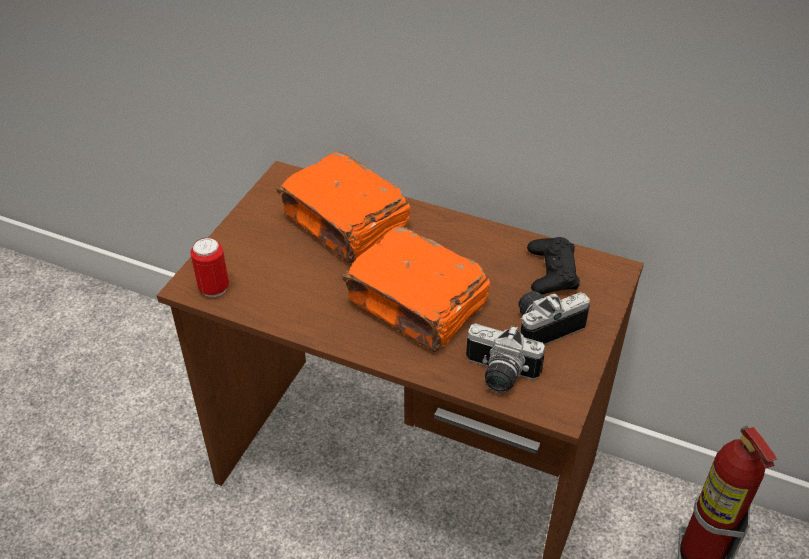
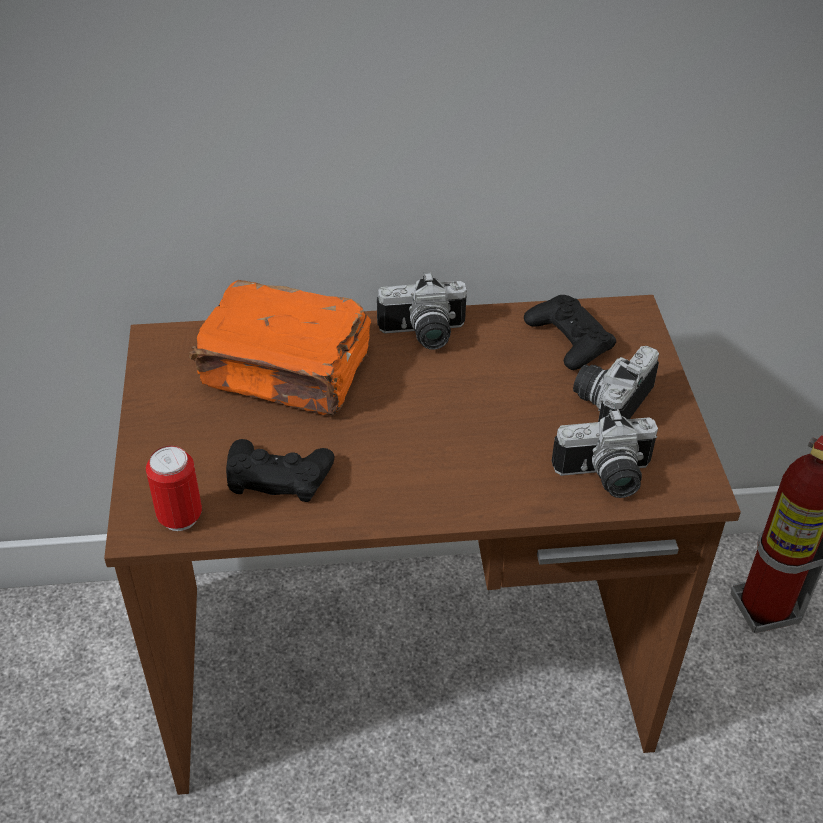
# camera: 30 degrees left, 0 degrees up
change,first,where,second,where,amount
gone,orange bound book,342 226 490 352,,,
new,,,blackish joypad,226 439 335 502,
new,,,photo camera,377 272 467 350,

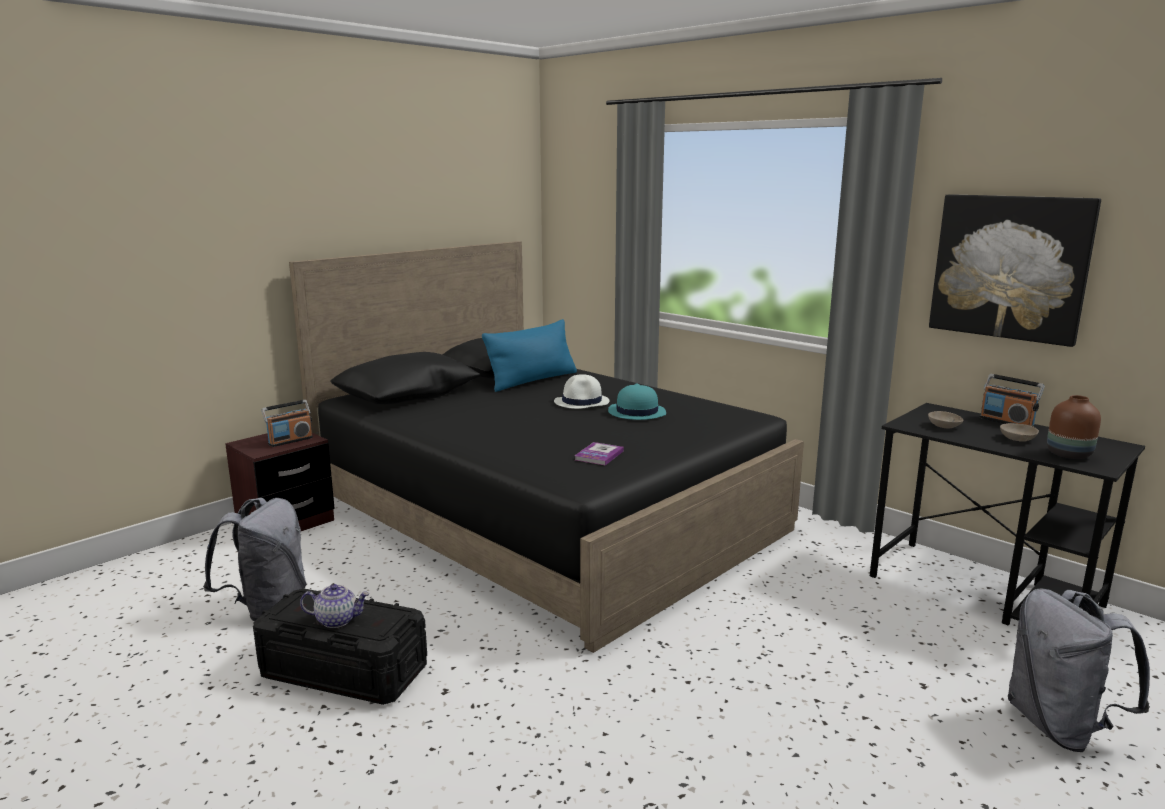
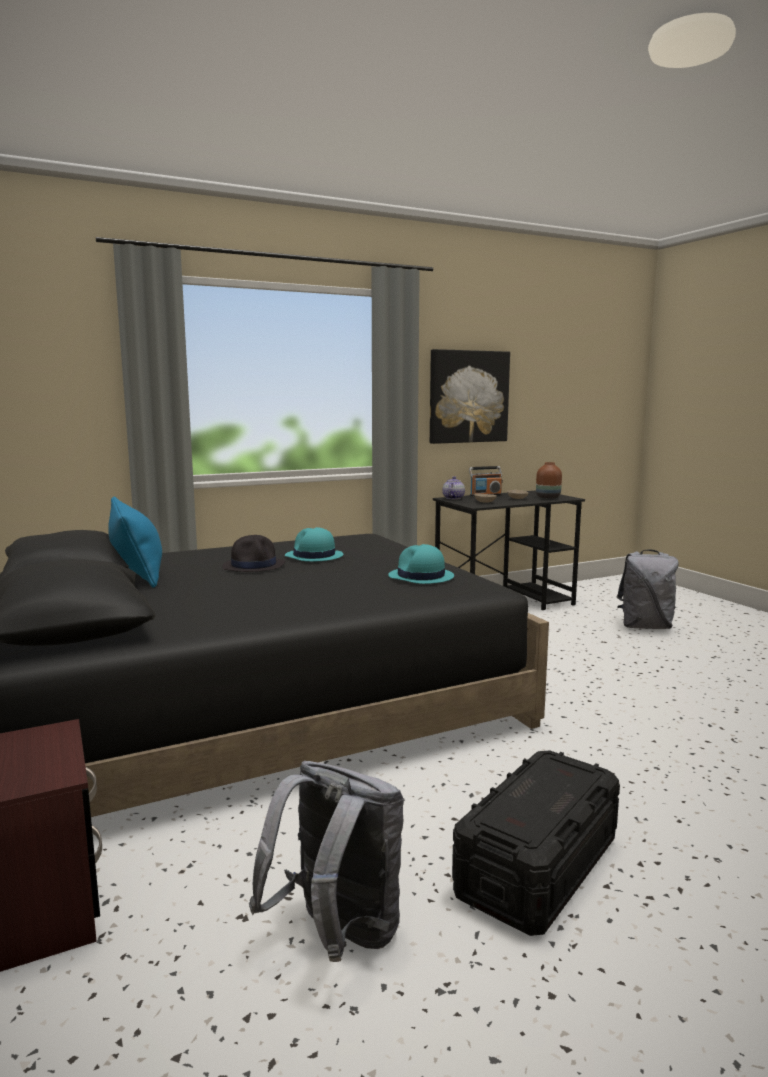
# camera: 70 degrees left, 5 degrees down
change,first,where,second,where,amount
gone,radio,262 400 313 447,,,
shifted,pot for tea,300 584 370 628,,442 476 465 499,
repainted,white hat,554 374 610 409,blackish hat,222 535 285 572,
swapped,bound book,575 442 624 465,turquoise hat,388 544 454 584,

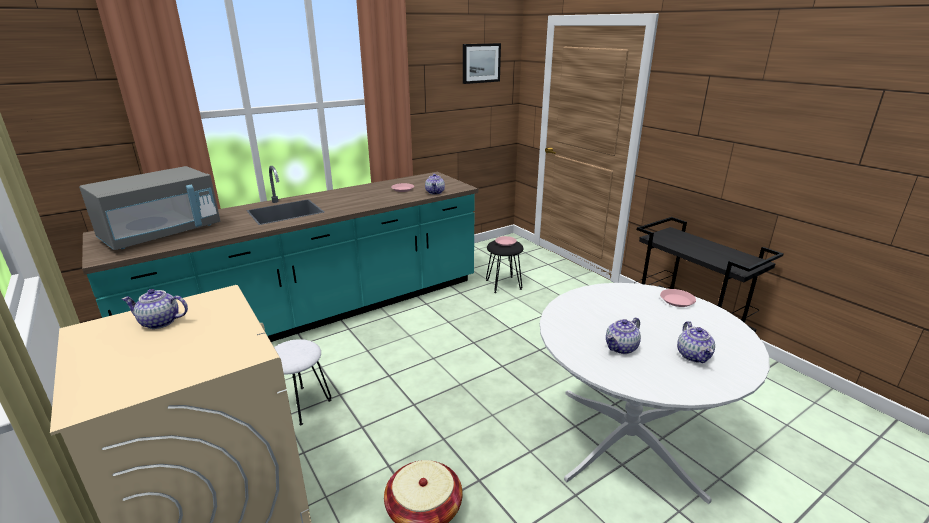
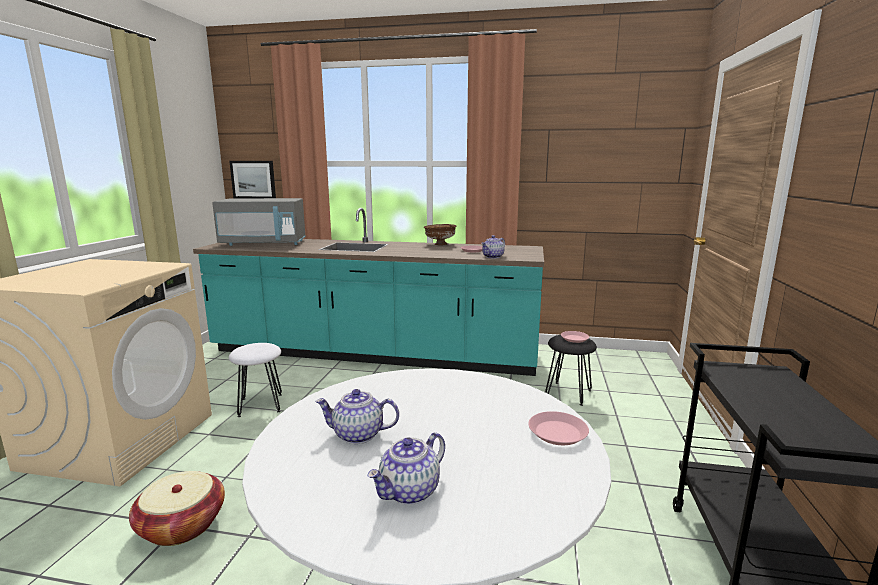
# camera: 45 degrees right, 10 degrees down
change,first,where,second,where,amount
gone,pot for tea,122 289 188 329,,,
shifted,wall art,463 43 501 84,,229 161 276 199,
new,,,brownish bowl,424 224 456 245,

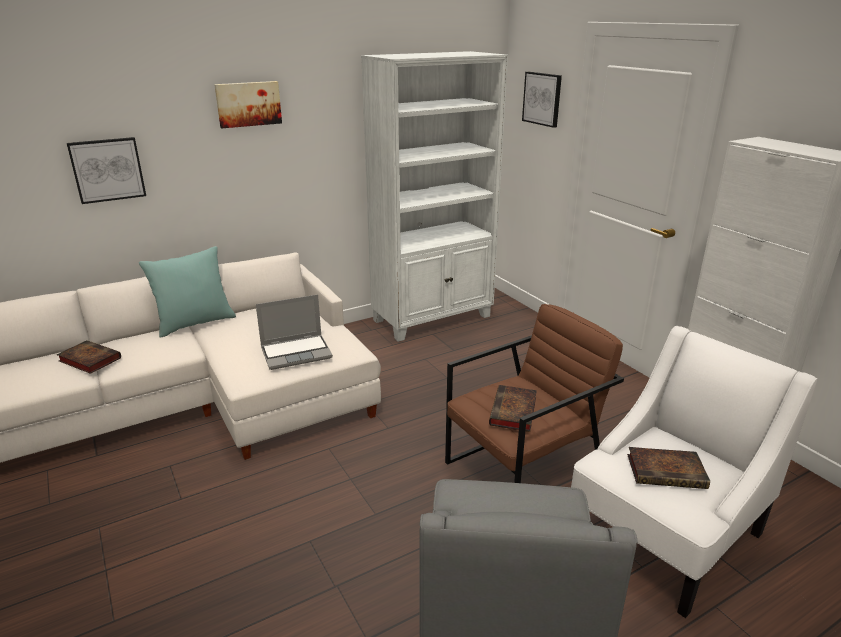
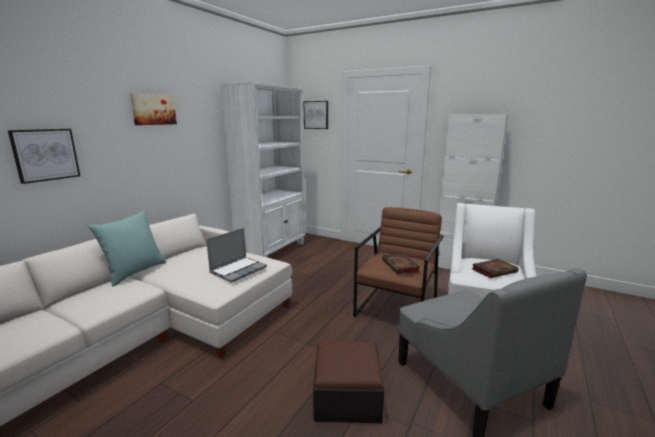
# camera: 30 degrees left, 10 degrees down
change,first,where,second,where,amount
gone,bound book,56 340 121 374,,,
new,,,ottoman,313 341 384 423,

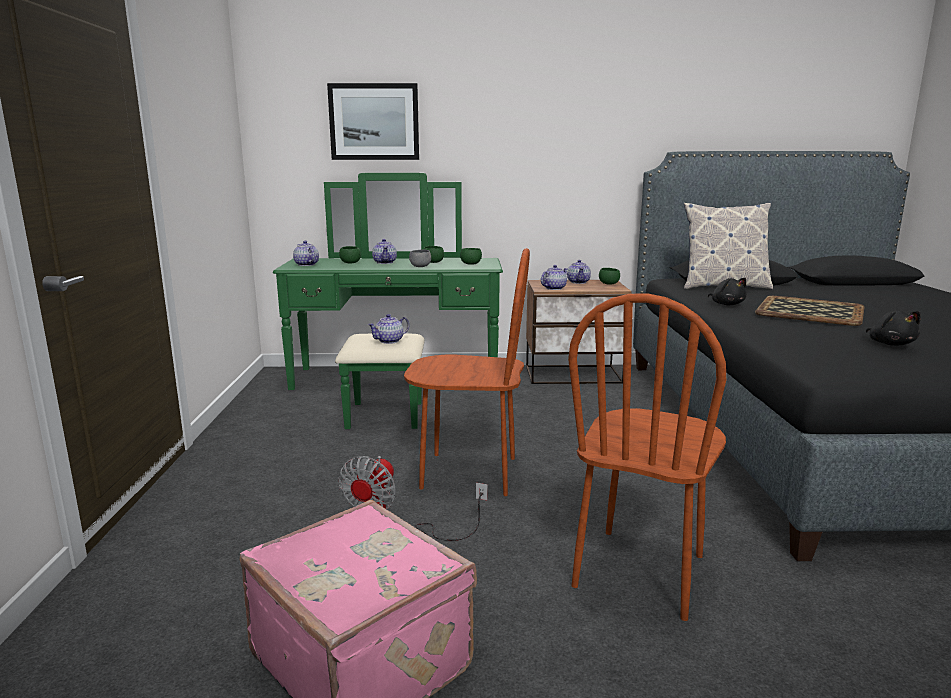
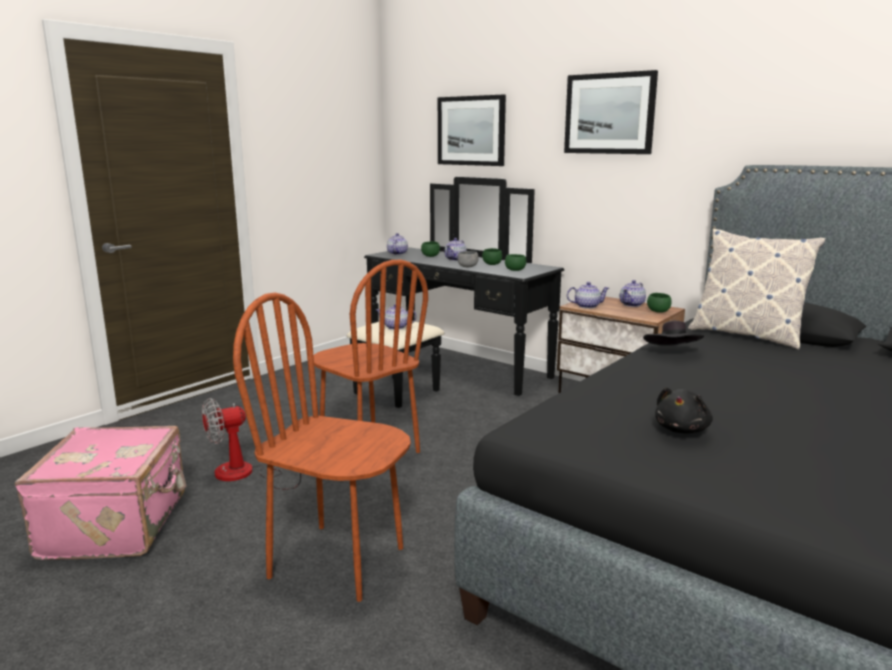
# camera: 40 degrees right, 0 degrees up
change,first,where,second,where,amount
repainted,greenish dresser,273 173 503 429,blackish dresser,347 177 564 408,
rotated,brownish chair,568 293 726 621,,233 292 411 602,45 degrees clockwise
swapped,blackish plush toy,708 278 747 305,blackish hat,643 320 704 346,
gone,tray,755 296 865 326,,,
new,,,wall art,564 70 658 154,

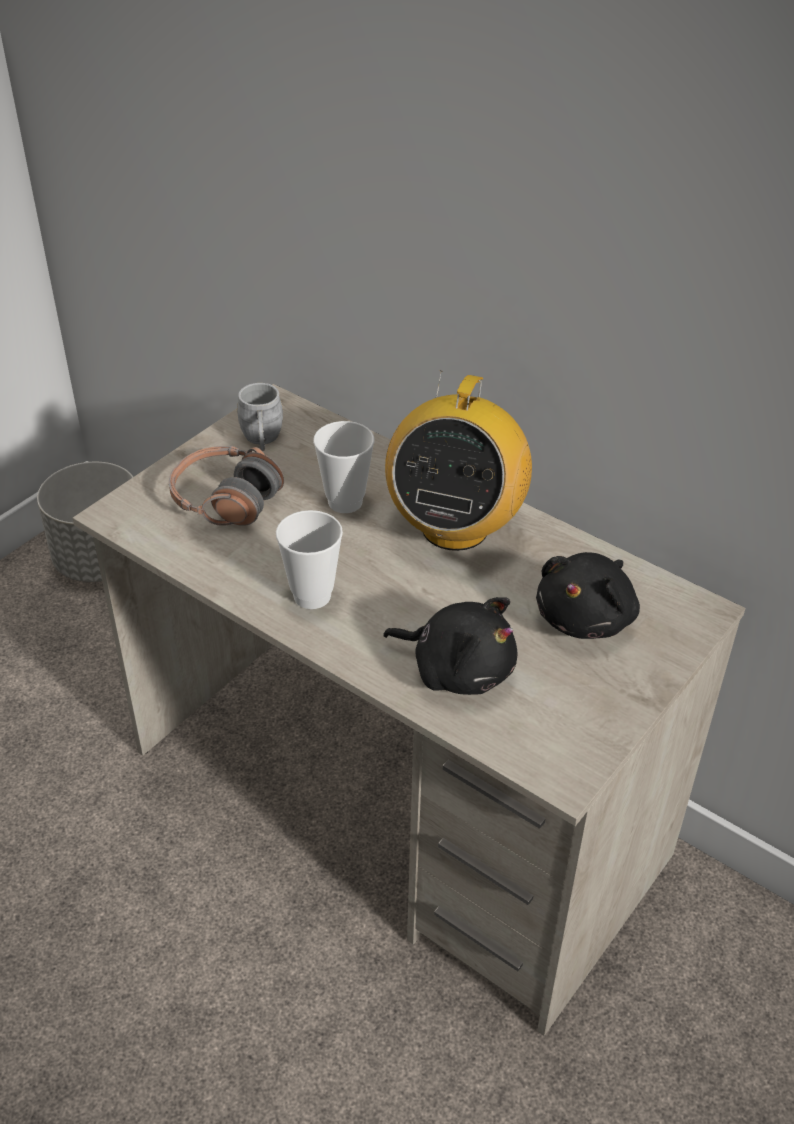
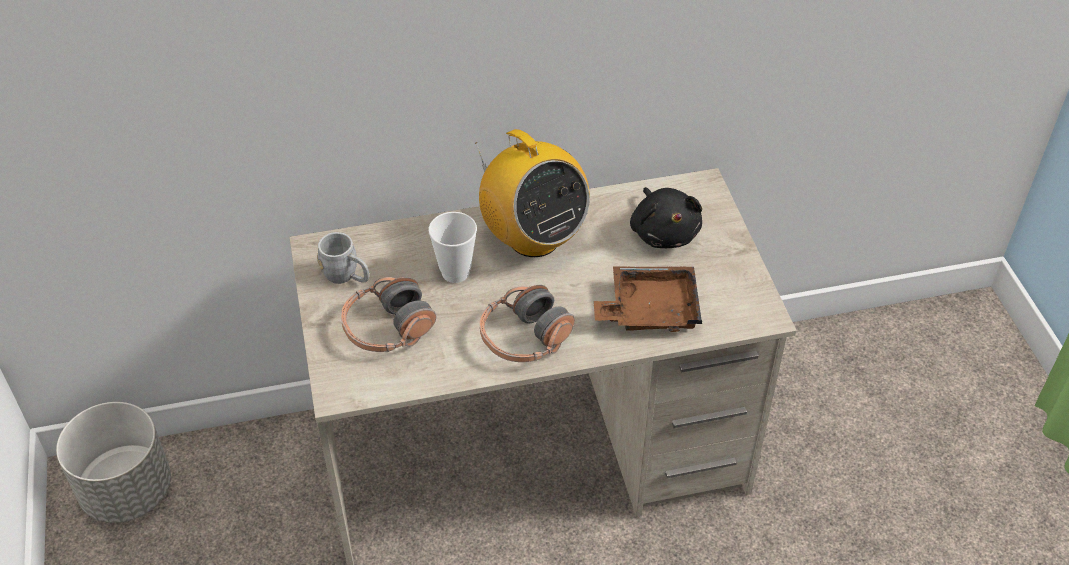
# camera: 50 degrees left, 5 degrees up
change,first,where,second,where,amount
swapped,drinking cup,276 510 343 609,headset,480 285 575 362,
swapped,blackish plush toy,383 597 517 695,brownish tray,594 266 702 332,

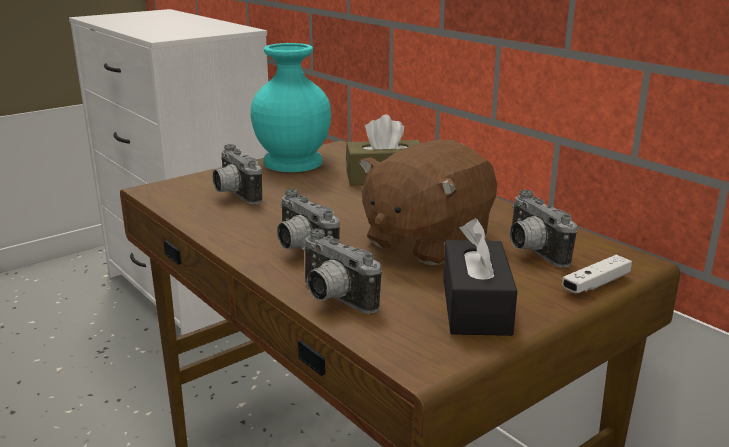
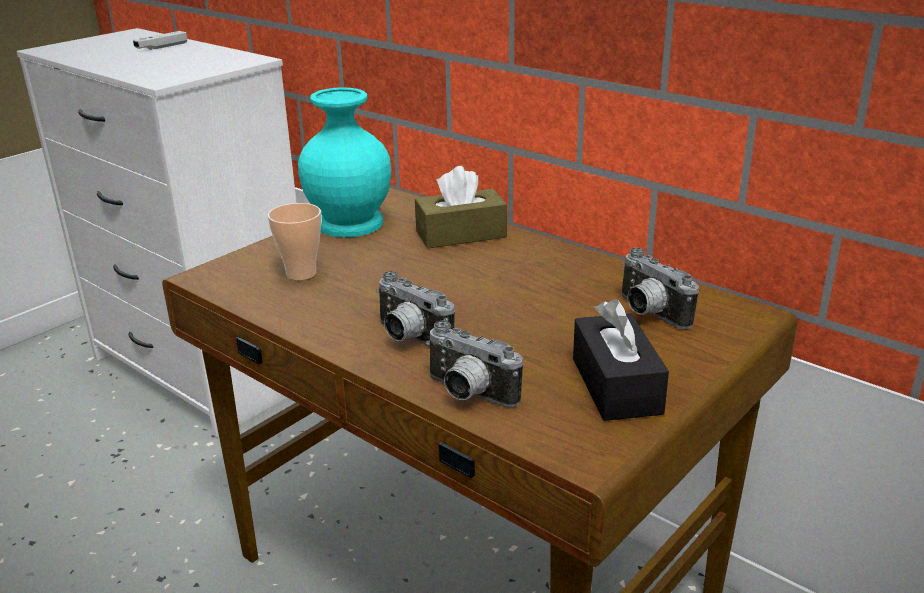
# camera: 10 degrees left, 5 degrees up
change,first,where,second,where,amount
swapped,photo camera,213 144 262 204,drinking cup,268 203 321 280,
gone,brownish plush toy,359 140 497 265,,,
shifted,white joypad,562 255 632 293,,133 31 187 50,

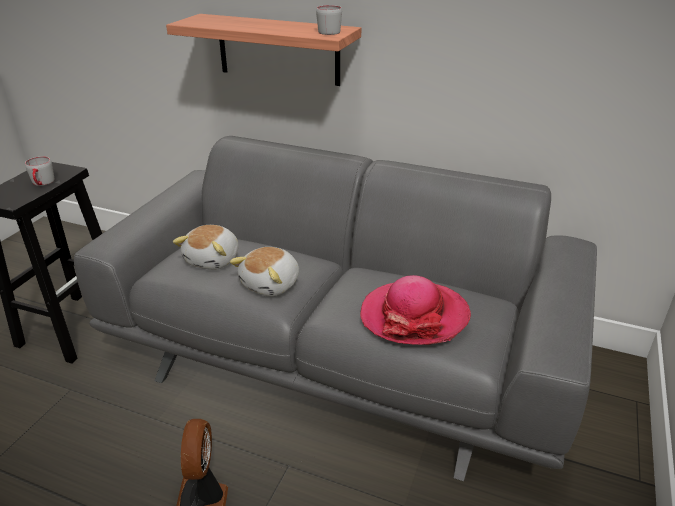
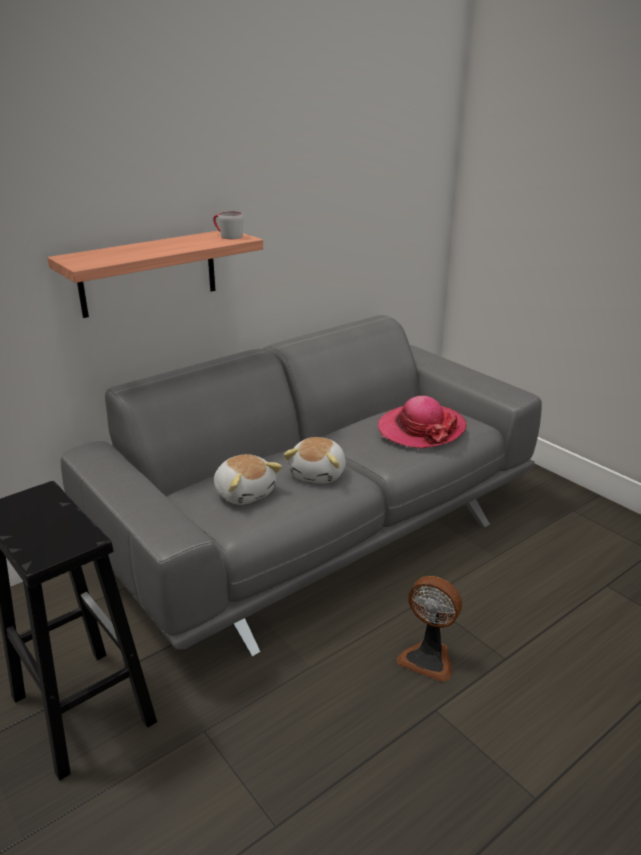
# camera: 60 degrees left, 5 degrees down
change,first,where,second,where,amount
gone,greyish tea mug,25 157 54 186,,,
rotated,plush toy,230 247 299 296,,283 437 346 484,45 degrees clockwise

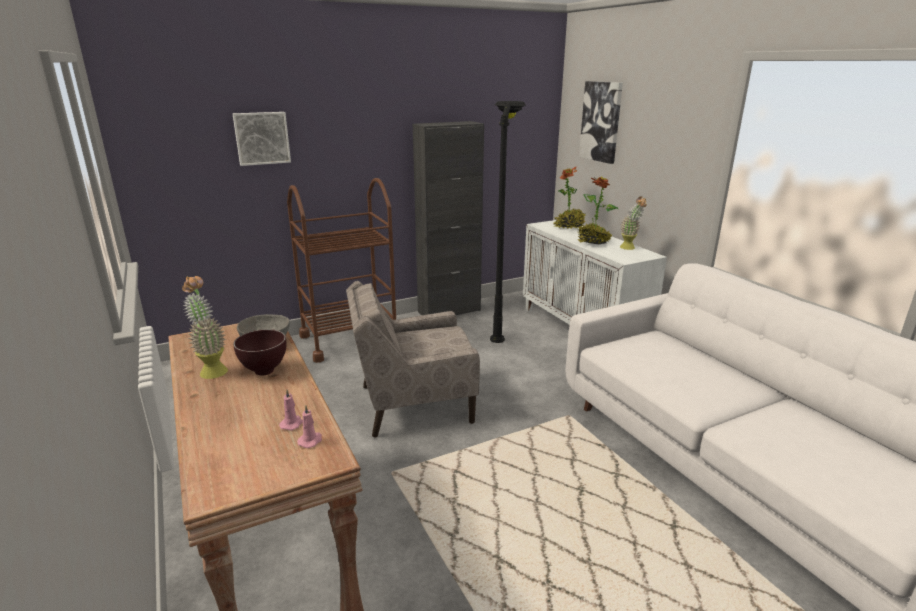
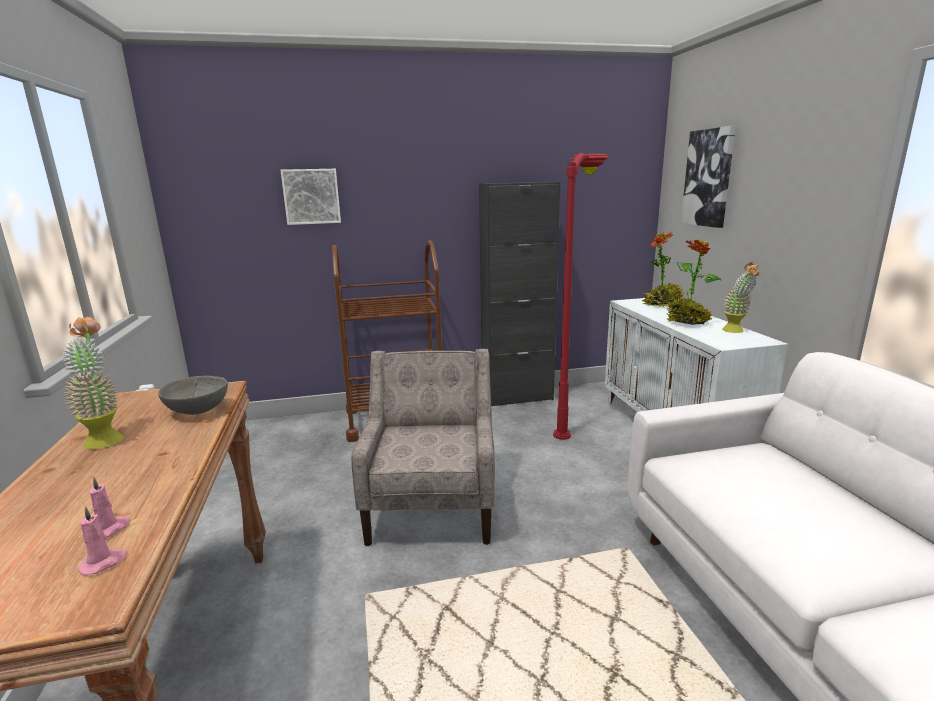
# camera: 15 degrees right, 5 degrees down
change,first,where,second,where,amount
gone,brownish bowl,233 329 286 376,,,
rotated,beige-coloured lounge chair,346 281 480 438,,351 349 495 546,90 degrees clockwise
repainted,blackish standard lamp,490 101 526 343,red standard lamp,553 153 609 440,

